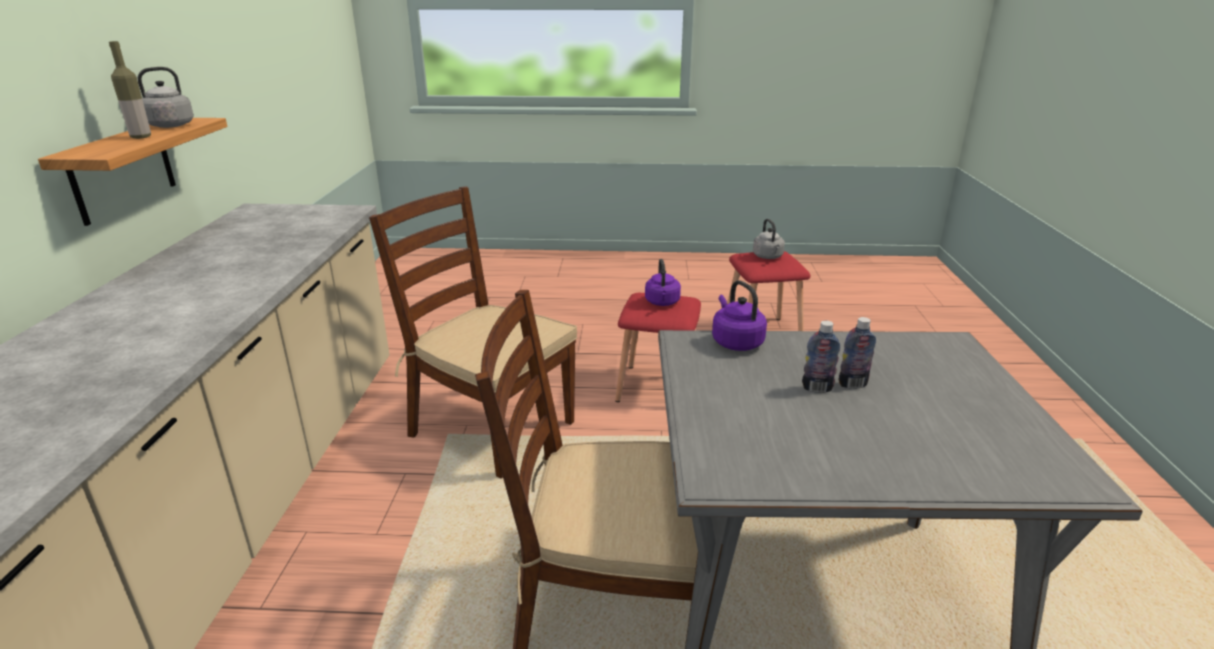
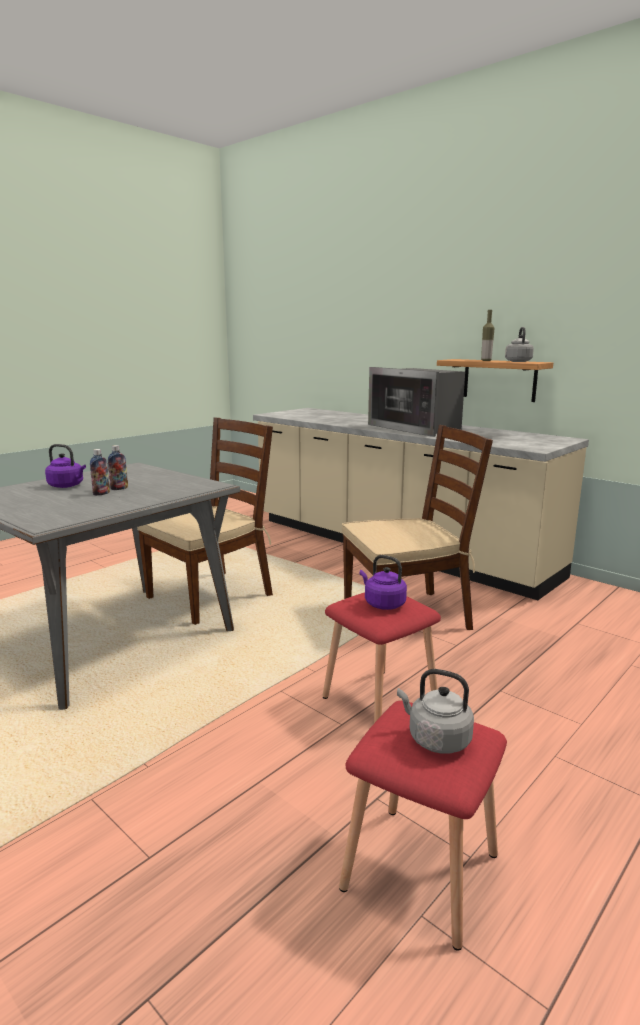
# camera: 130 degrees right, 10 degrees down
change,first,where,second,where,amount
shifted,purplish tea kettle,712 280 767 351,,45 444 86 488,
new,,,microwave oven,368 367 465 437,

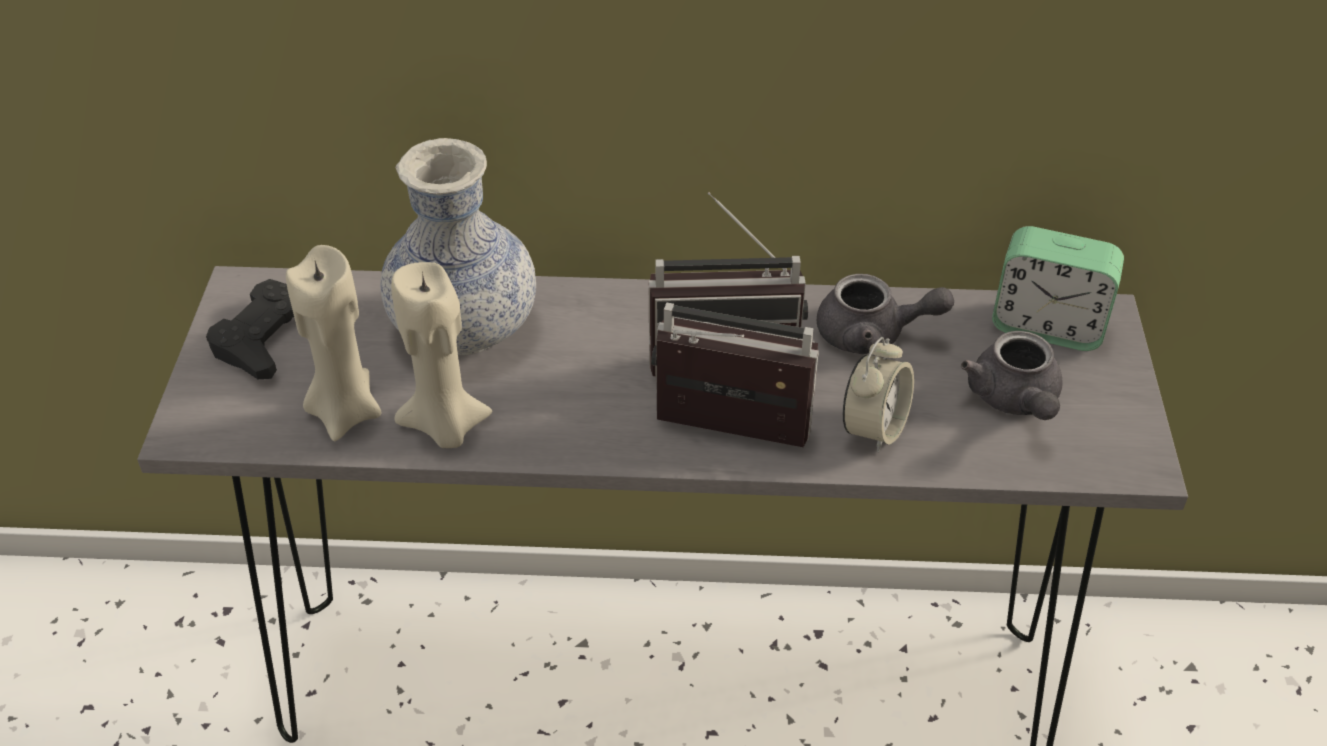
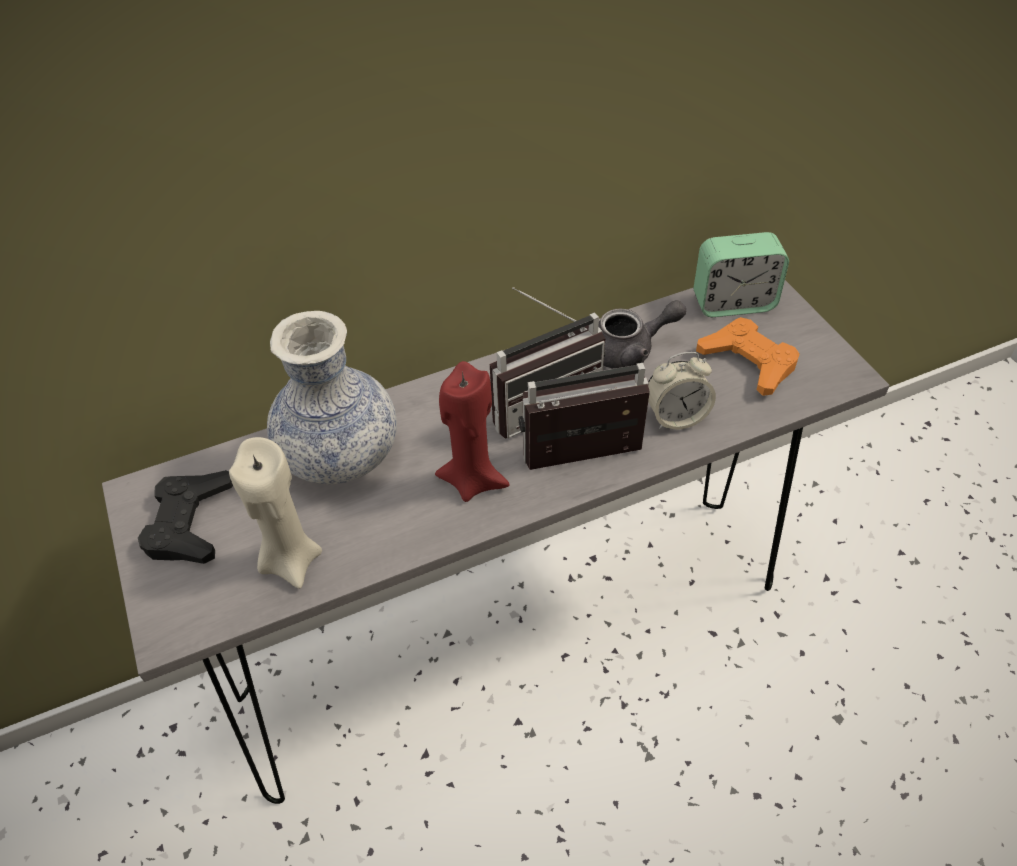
# camera: 25 degrees left, 5 degrees up
change,first,where,second,where,amount
gone,beige-coloured wax candle,391 262 492 448,,,
rotated,bedside clock,843 337 914 453,,648 352 716 430,75 degrees clockwise
swapped,greyish pot for tea,961 331 1063 420,orange joypad,696 317 800 396,
new,,,red wax candle,435 361 510 502,

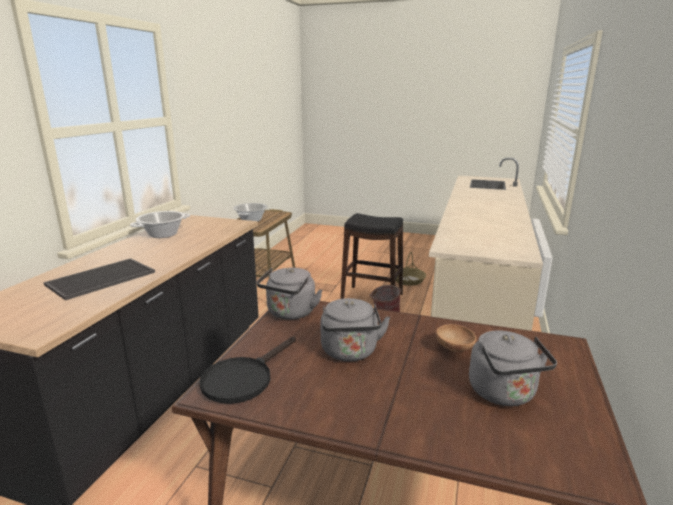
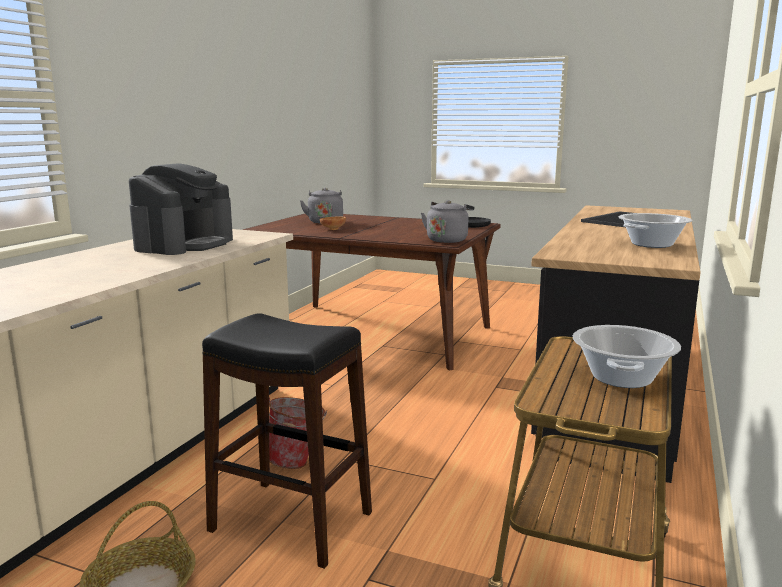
# camera: 175 degrees left, 5 degrees down
change,first,where,second,where,amount
gone,greyish tea kettle,320 298 390 362,,,
new,,,coffee brewer,129 163 233 255,

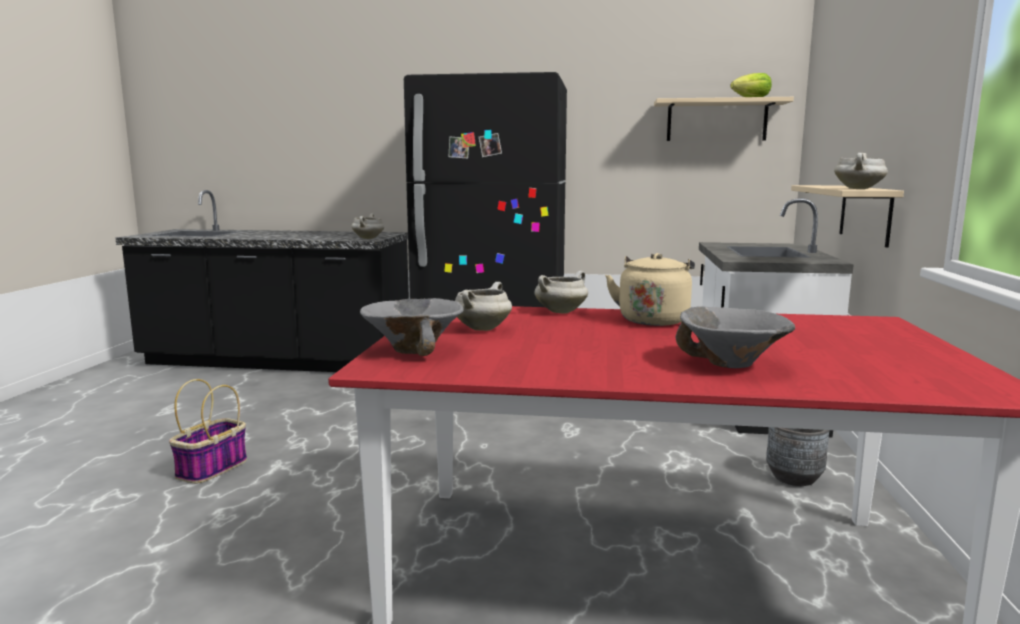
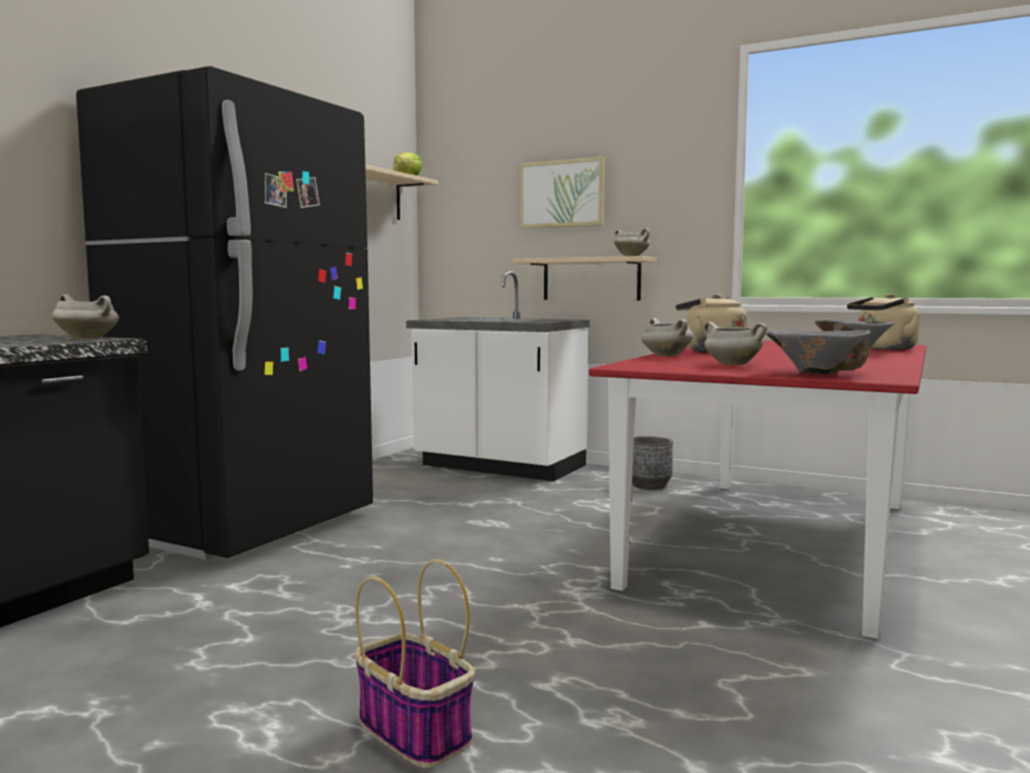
# camera: 70 degrees left, 5 degrees down
change,first,where,second,where,amount
new,,,wall art,520 157 605 229,
new,,,beige-coloured tea kettle,847 294 920 350,

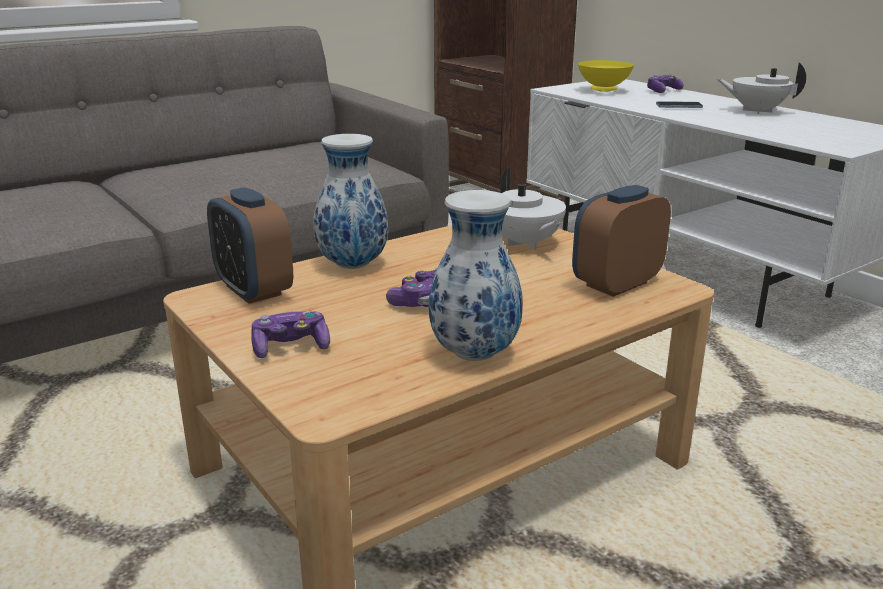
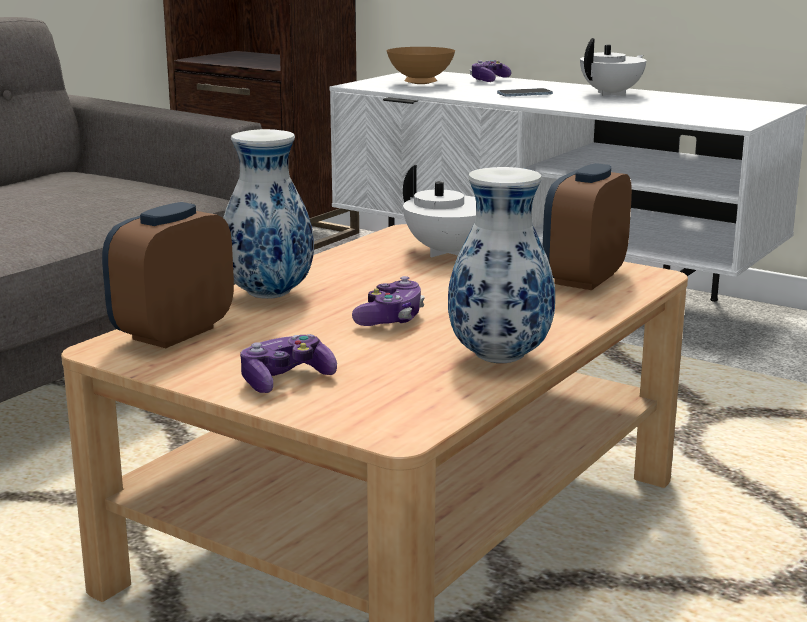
# camera: 20 degrees left, 5 degrees down
change,first,where,second,where,amount
rotated,bedside clock,207 187 293 304,,102 202 234 348,90 degrees clockwise
repainted,yellow-coloured bowl,578 60 634 92,brownish bowl,387 47 455 84,
rotated,white pot for tea,717 63 806 114,,580 38 646 96,135 degrees clockwise

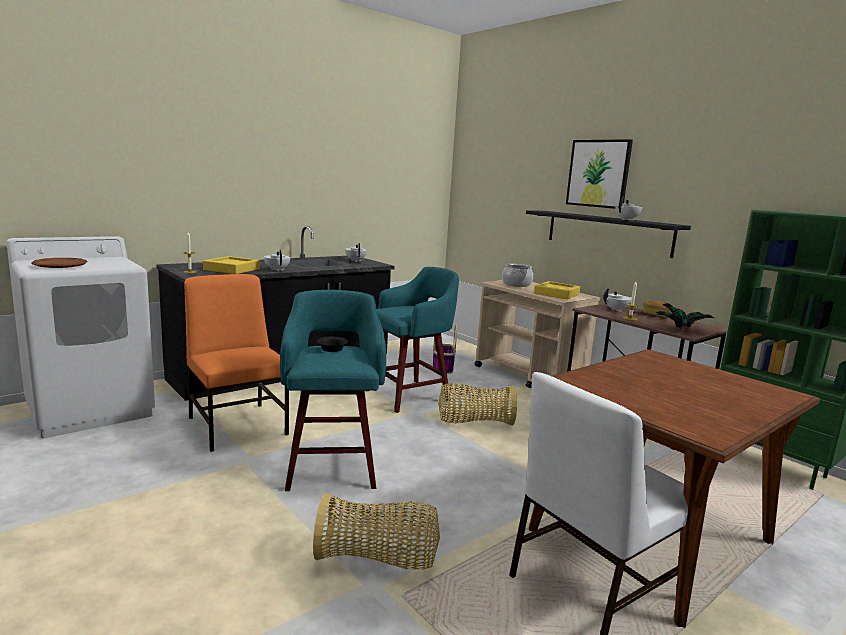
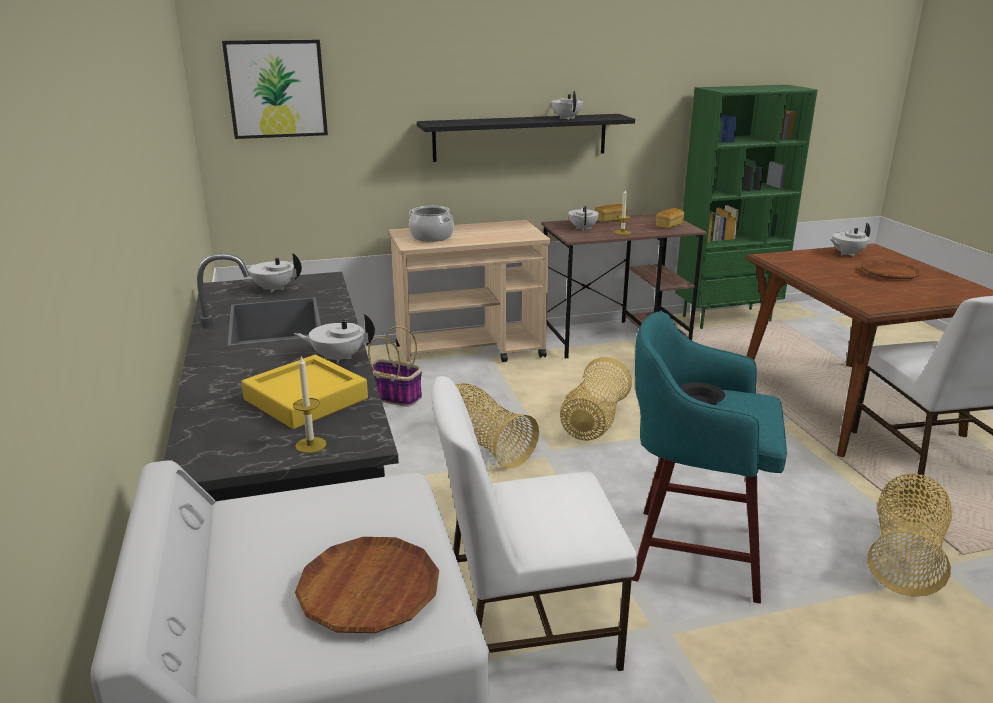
# camera: 65 degrees left, 10 degrees up
change,first,where,second,where,amount
repainted,orange chair,184 274 289 452,white chair,431 376 637 671,
swapped,turquoise stool,366 267 459 413,household basket,455 383 539 469,
gone,yellow-coloured tray,534 281 580 299,,,
shifted,wall art,566 139 633 209,,222 40 328 139,
swapped,plant in a pot,656 303 714 328,bakery bread,656 208 685 229,
new,,,white pot for tea,830 223 870 256,
new,,,brownish flat dish,861 260 920 279,

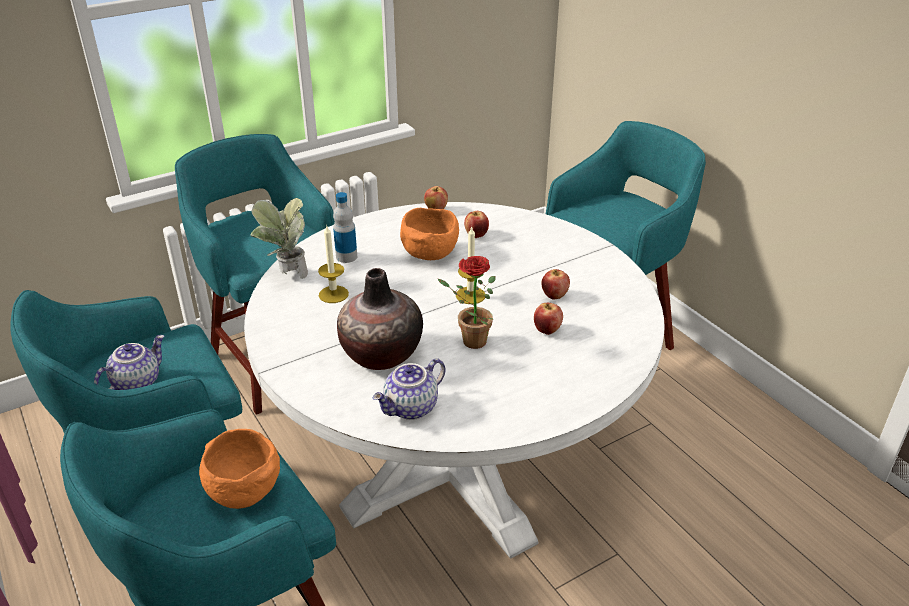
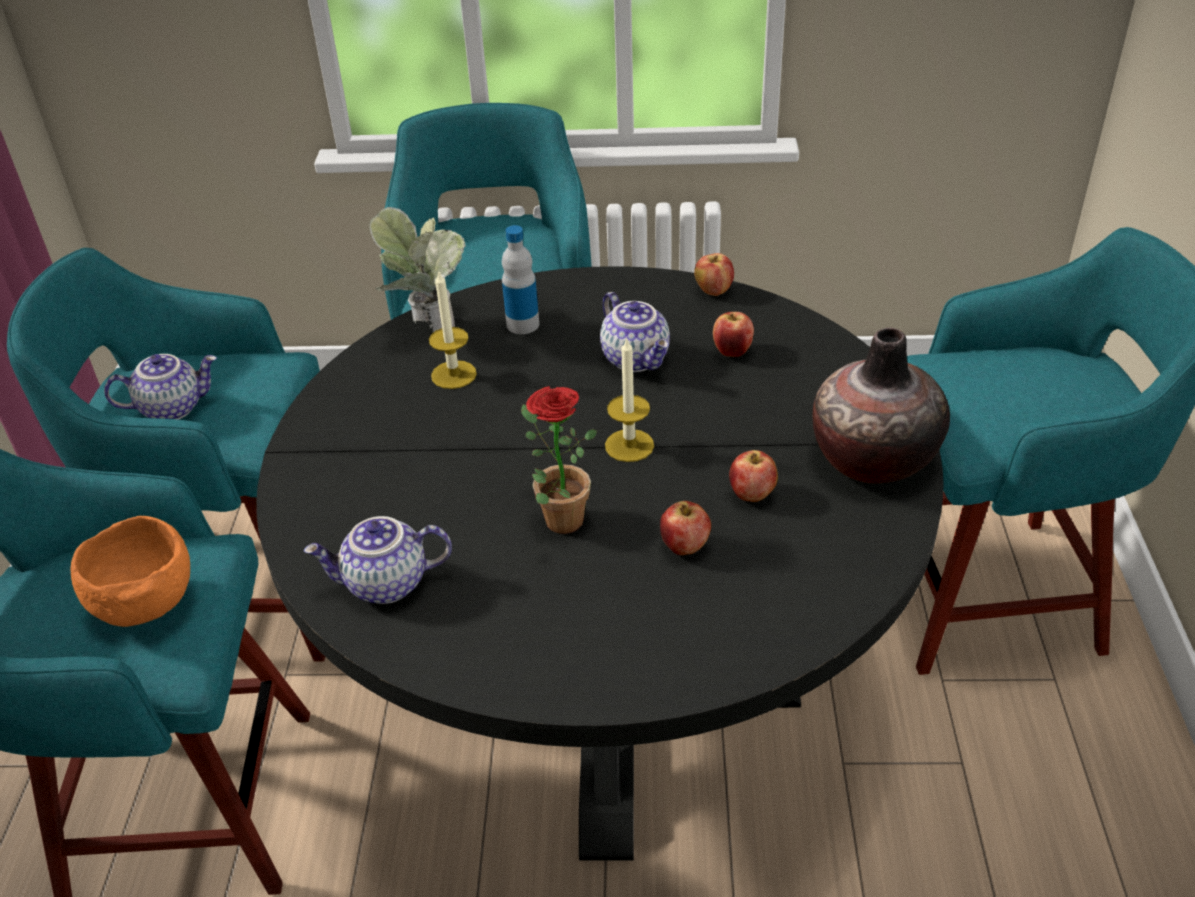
# camera: 35 degrees right, 5 degrees up
change,first,where,second,where,amount
repainted,white dinner table,244 202 665 559,blackish dinner table,256 266 944 861,
shifted,vase,337 268 423 370,,813 328 950 483,
swapped,orange bowl,400 208 459 260,pot for tea,600 292 670 372,

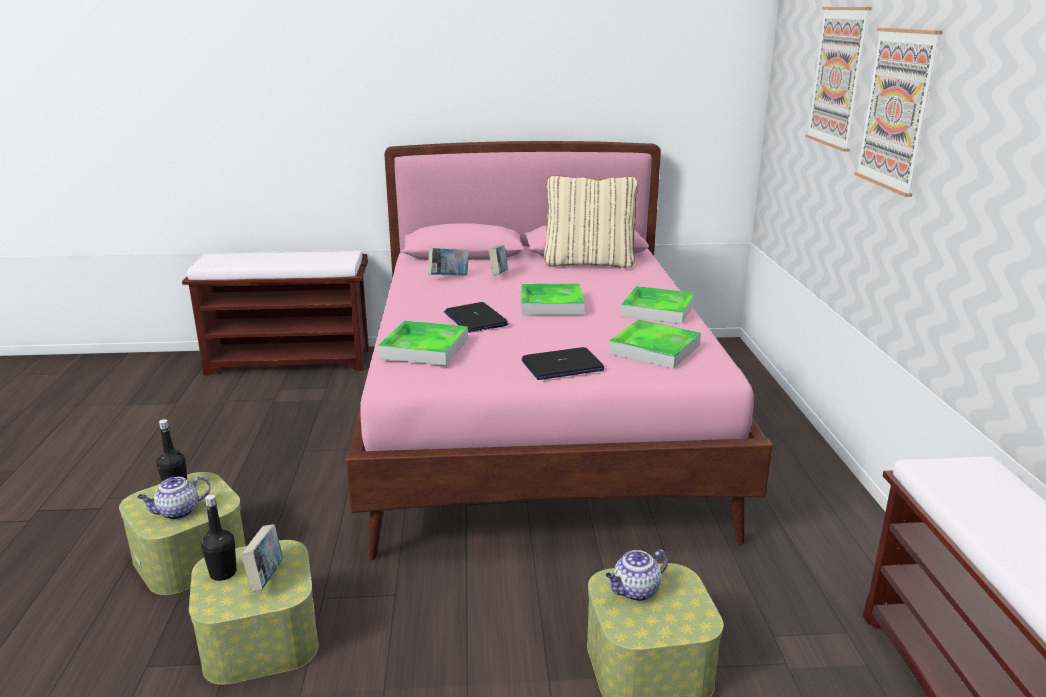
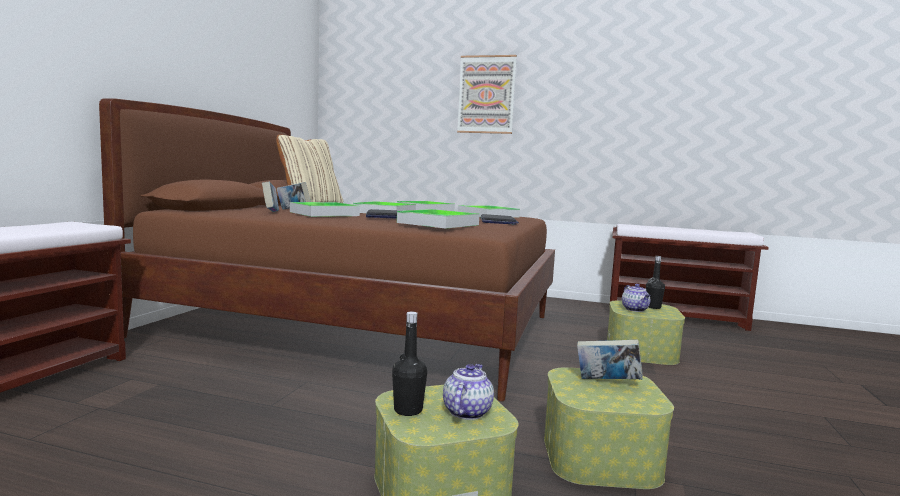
# camera: 70 degrees left, 15 degrees down
change,first,where,second,where,amount
rotated,pot for tea,137 476 211 520,,443 364 494 420,150 degrees counterclockwise
shifted,blackish bottle,201 494 237 581,,646 256 665 309,
repainted,pink-coloured bed,346 141 772 560,brownish bed,99 98 555 401,
gone,wall art,805 7 871 152,,,
new,,,tray,290 202 360 217,

